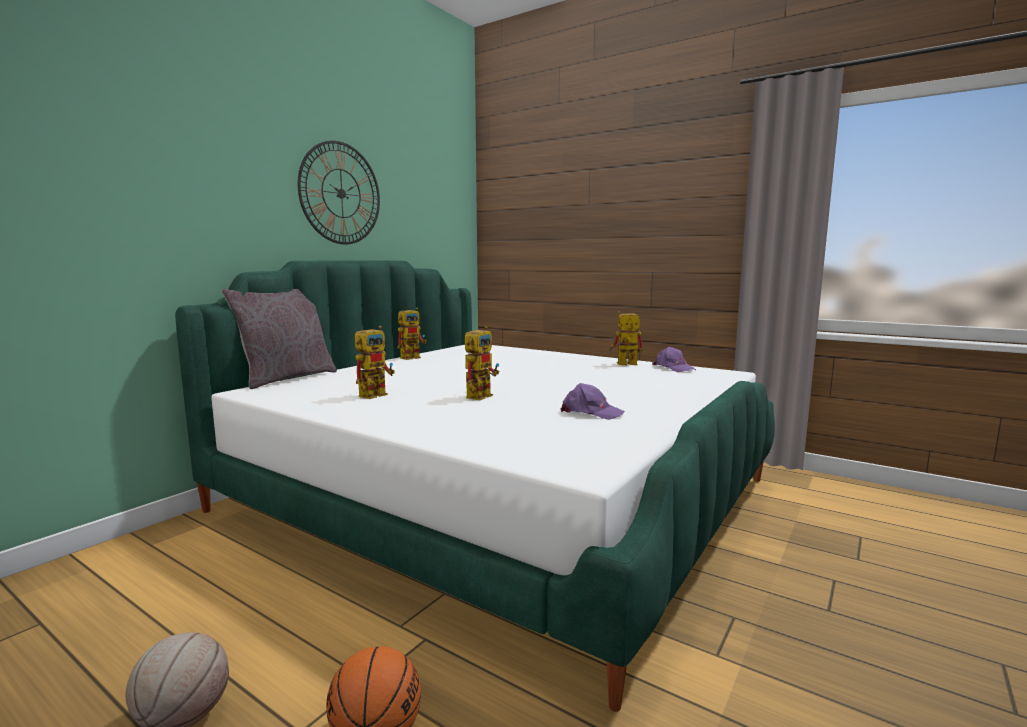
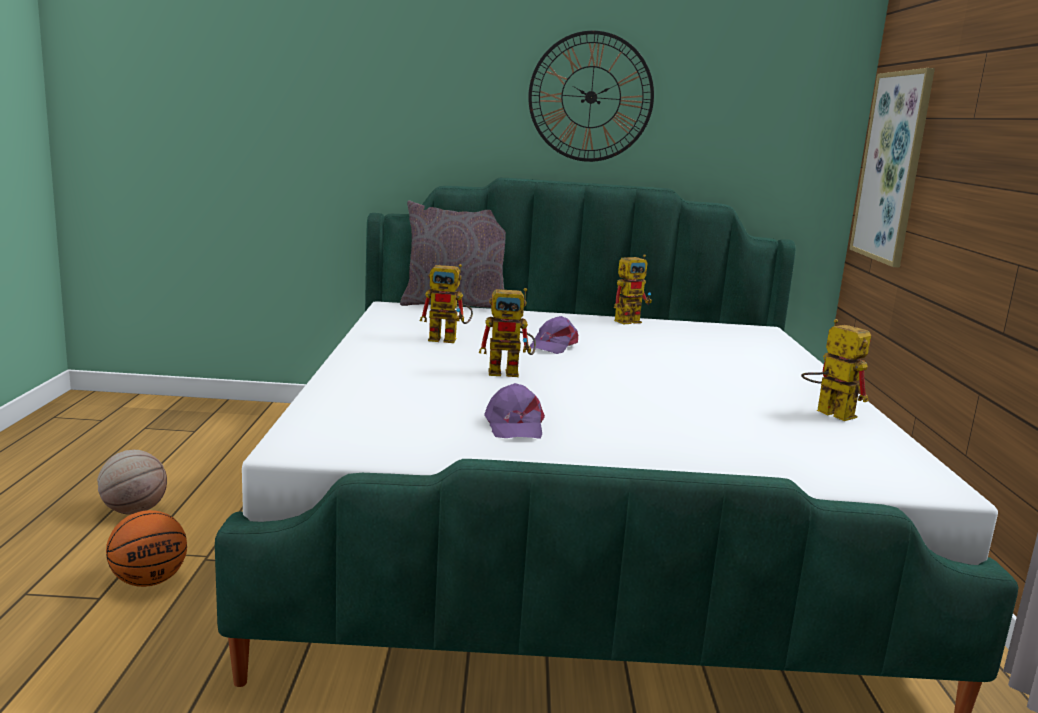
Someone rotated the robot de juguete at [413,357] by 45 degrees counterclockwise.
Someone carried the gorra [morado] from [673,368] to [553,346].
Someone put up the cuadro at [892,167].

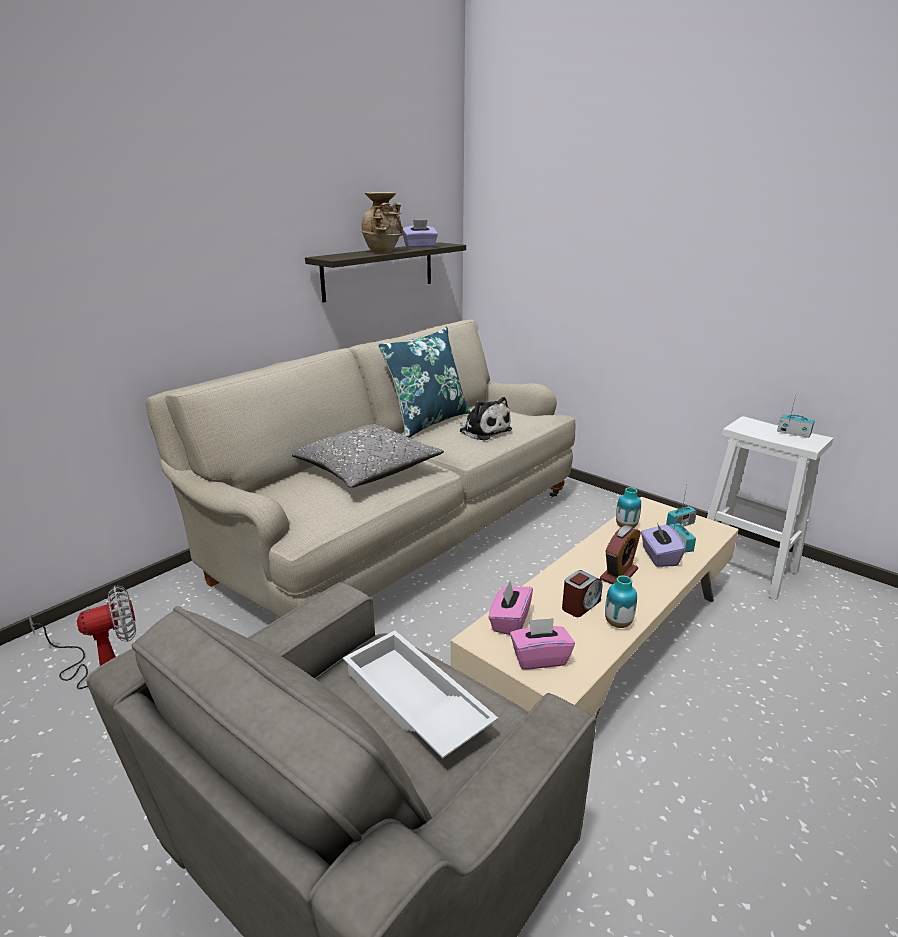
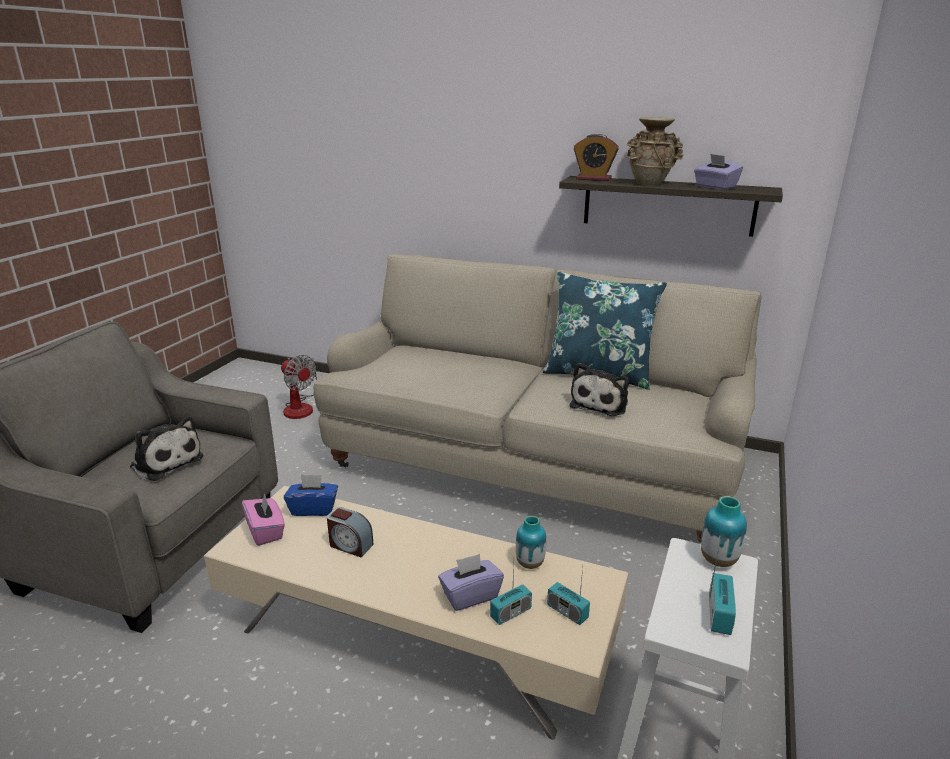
Someone took away the cojín [gris] at [366,470].
Someone carried the despertador from [619,574] to [593,179].
Someone carried the florero from [618,623] to [718,560].
Someone repainted the caja de pañuelos [rosa] at [509,621], which became the caja de pañuelos [azul] at [313,509].
Someone swapped the bandeja [blanco] at [413,703] for the peluche at [165,461].

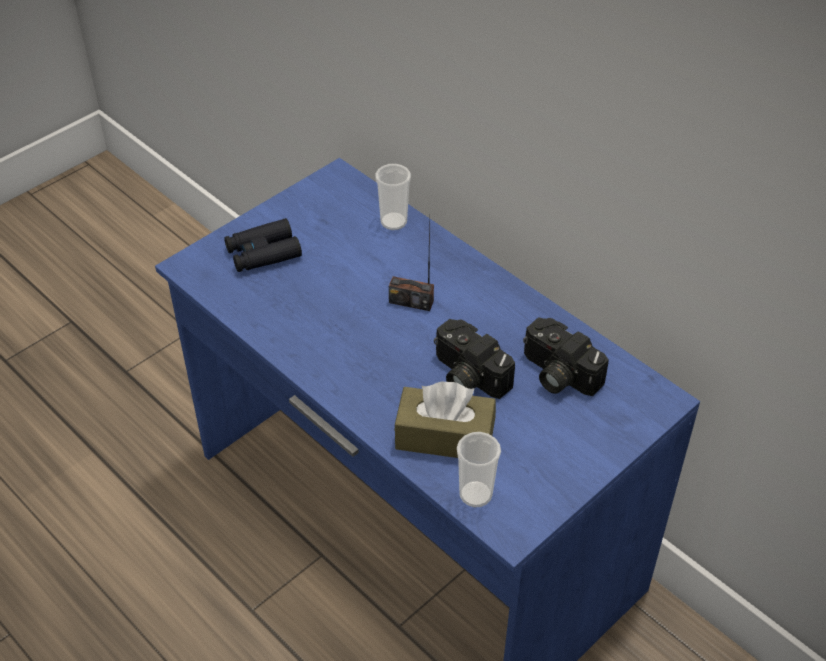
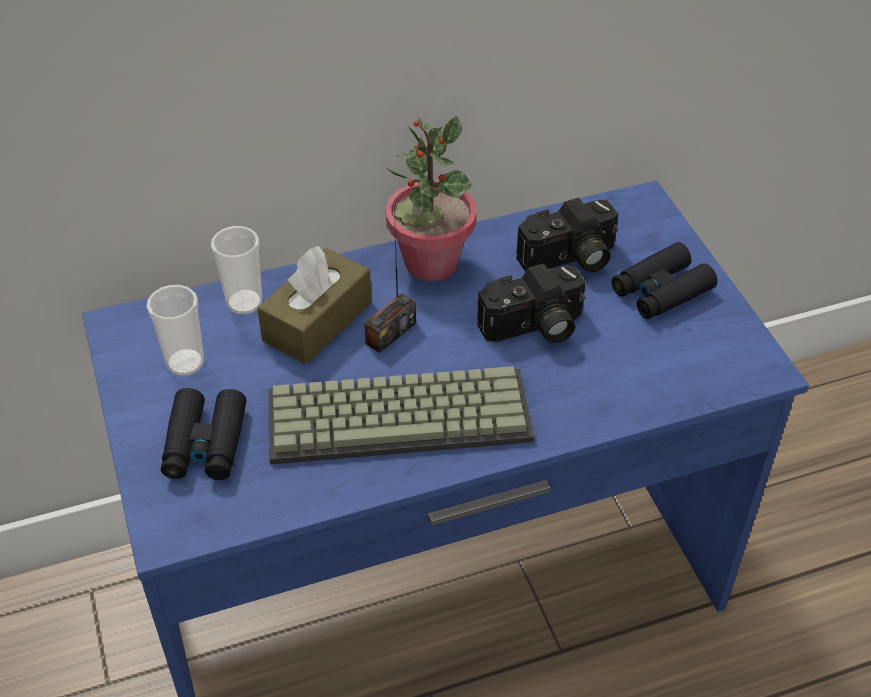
Someone carried the caja de pañuelos [marrón] from [444,436] to [317,321].
Someone carried the taza from [475,494] to [185,363].
Someone put down the planta en maceta at [430,263].
Someone put down the prismáticos [negro] at [661,291].
Someone put down the teclado at [401,414].

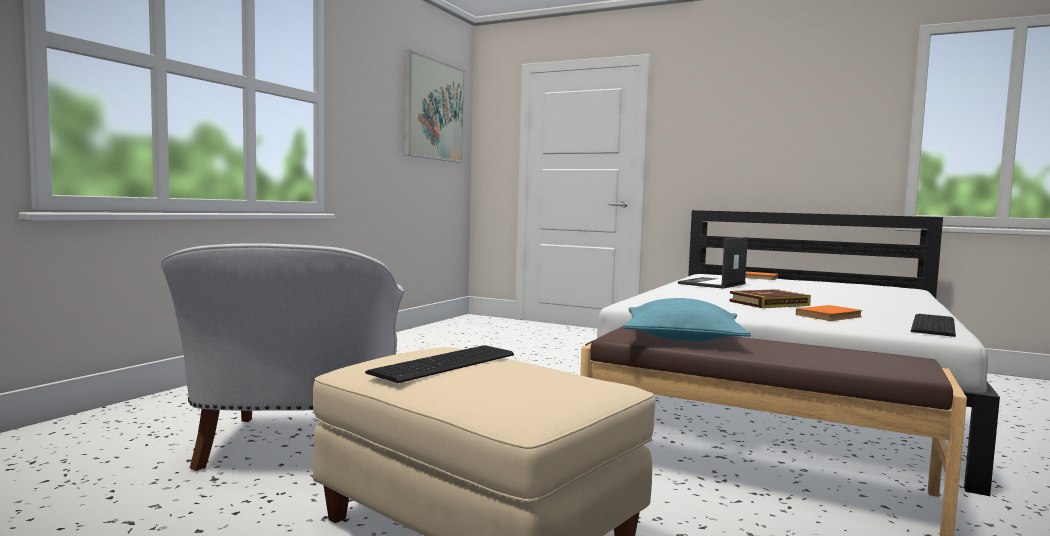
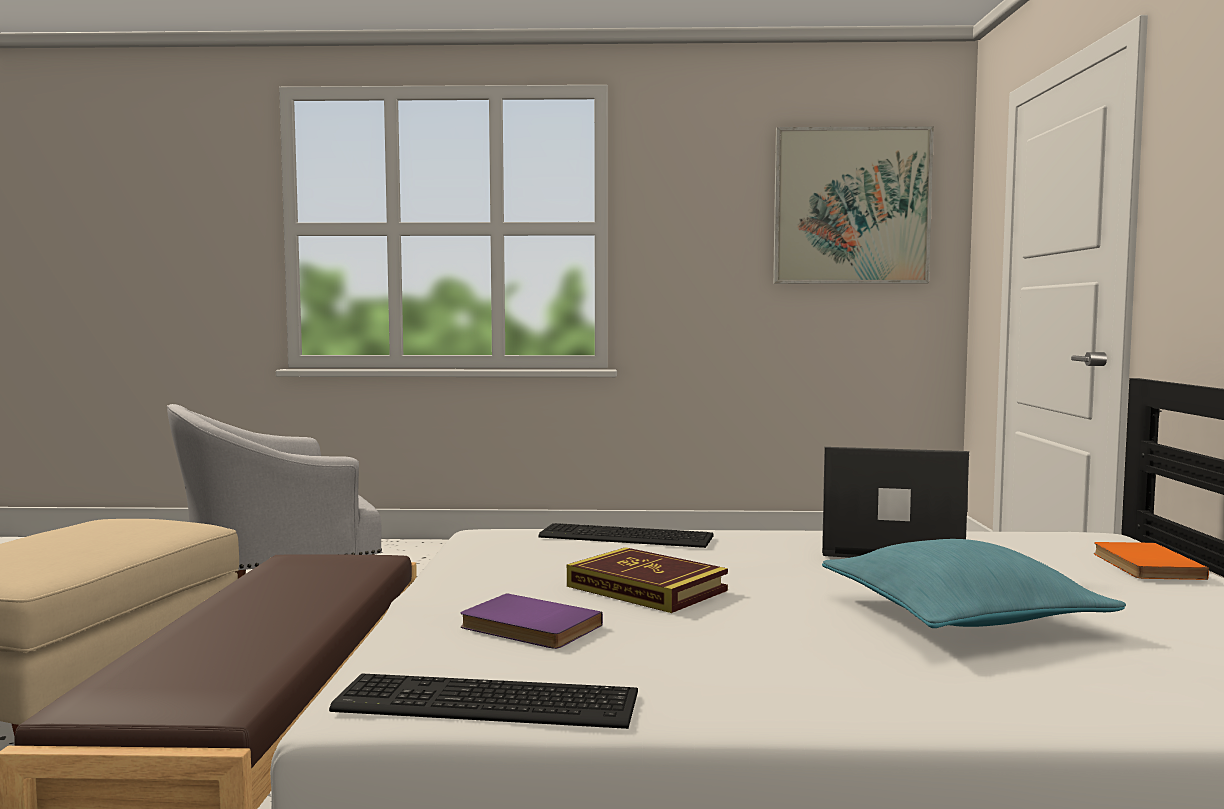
Someone carried the cojín [turquesa] from [682,338] to [960,615].
Someone repainted the libro [naranja] at [831,316], which became the libro [morado] at [527,627].
Someone carried the teclado from [448,364] to [627,537].

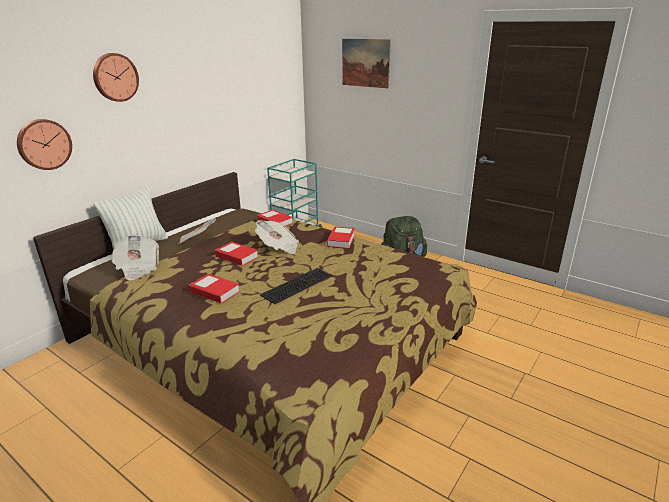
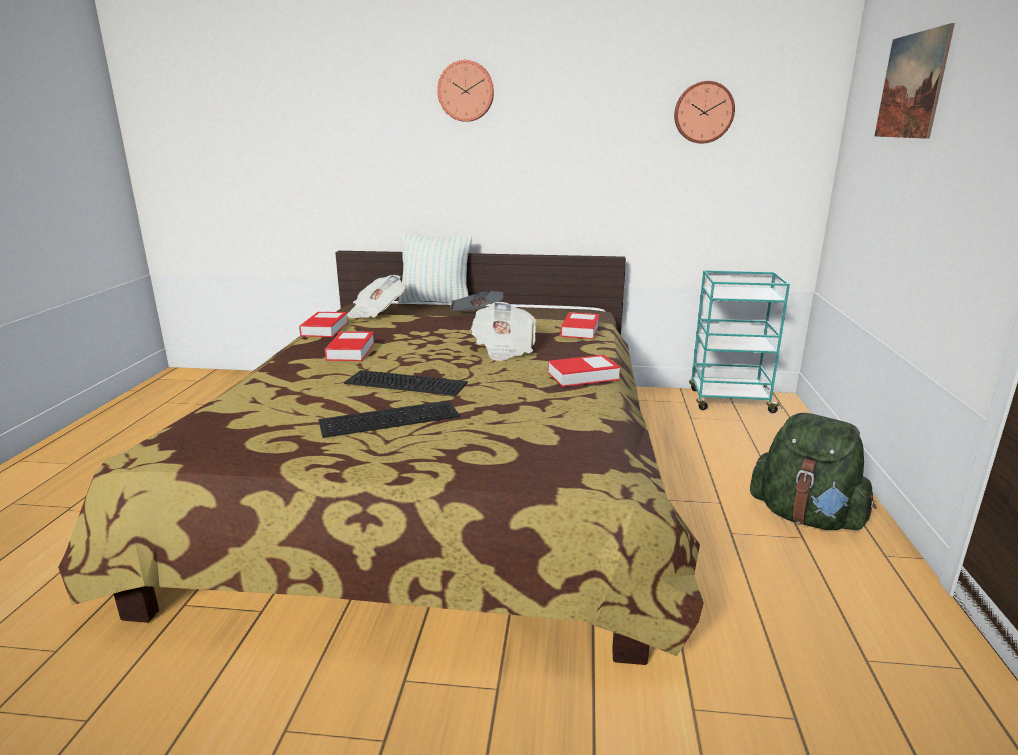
Someone carried the reloj de pared from [44,144] to [703,112].
Someone carried the libro from [237,257] to [325,329].
Someone put down the teclado at [390,417].

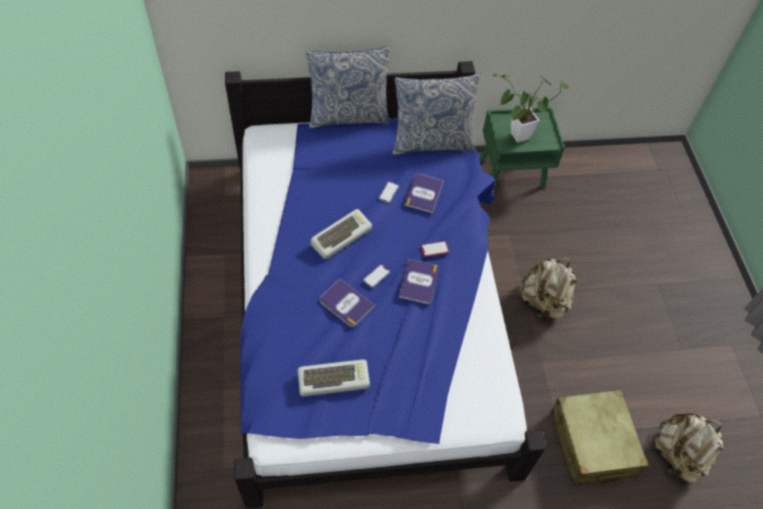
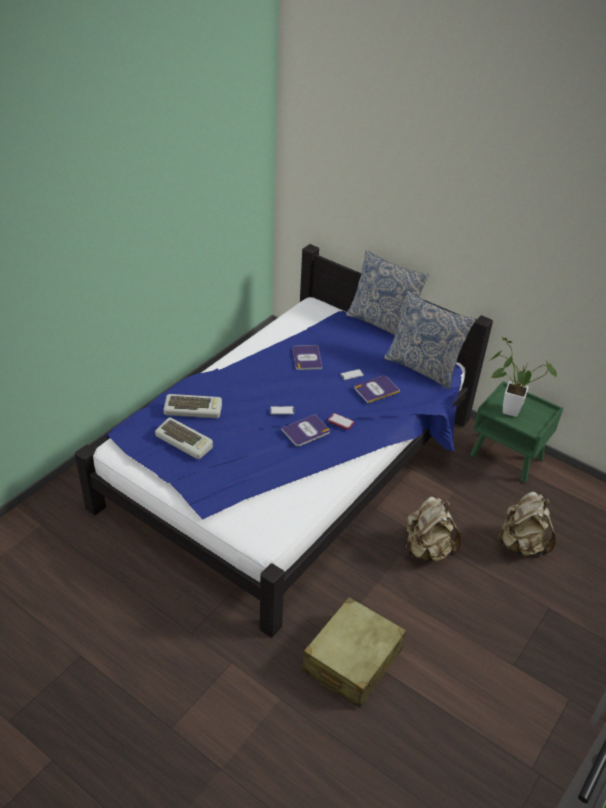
Someone carried the teclado from [341,236] to [194,409].
Someone carried the libro from [346,303] to [307,358].
Someone carried the mochila [beis] from [677,456] to [521,544].

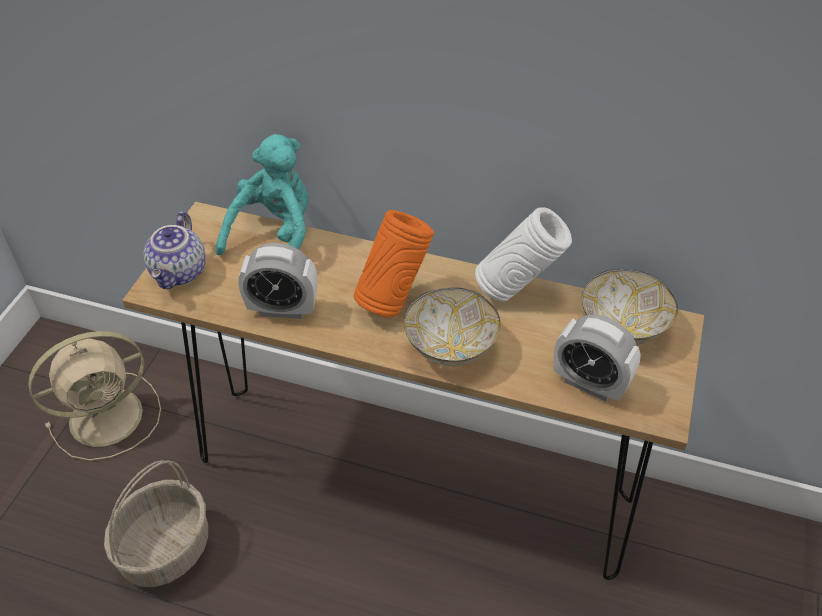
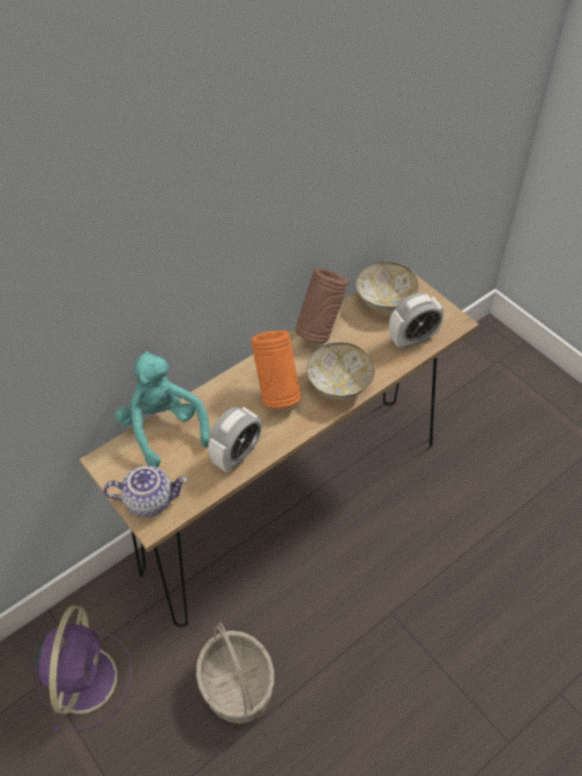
Someone repainted the florero [blanco] at [517,291], which became the florero [marrón] at [320,330].
Someone rotated the tetera at [180,273] by 45 degrees counterclockwise.
Someone repainted the ventilador [beis] at [109,415], which became the ventilador [morado] at [85,676].

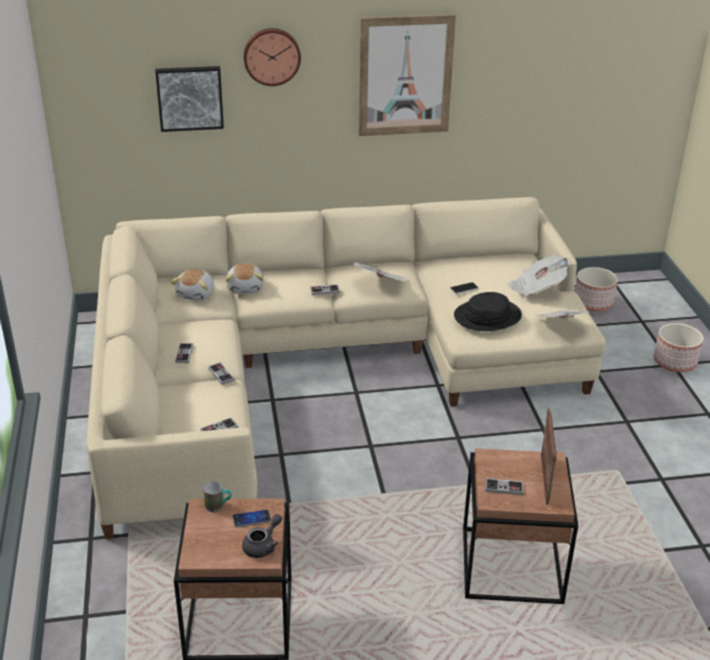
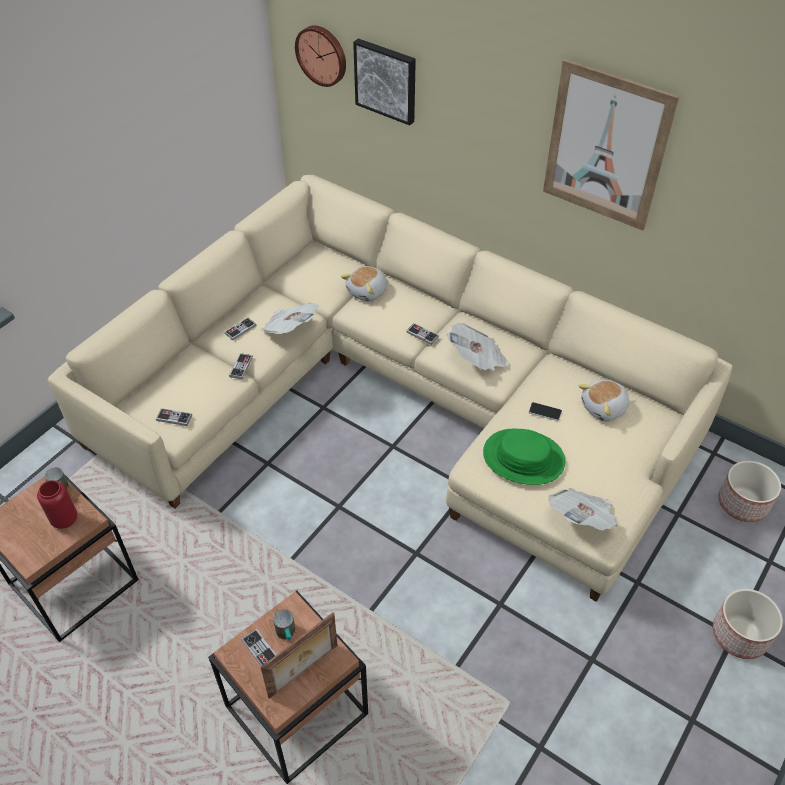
Someone carried the reloj de pared from [271,56] to [322,55].
Someone carried the periódico from [537,289] to [290,329].
Someone carried the peluche from [196,294] to [604,408].
Someone repainted the sombrero [negro] at [487,316], which became the sombrero [verde] at [523,458].
Someone swapped the móvil at [251,519] for the florero [rojo] at [64,520].
Someone took away the tetera [gris] at [263,546].
Someone put down the taza grande at [287,634].

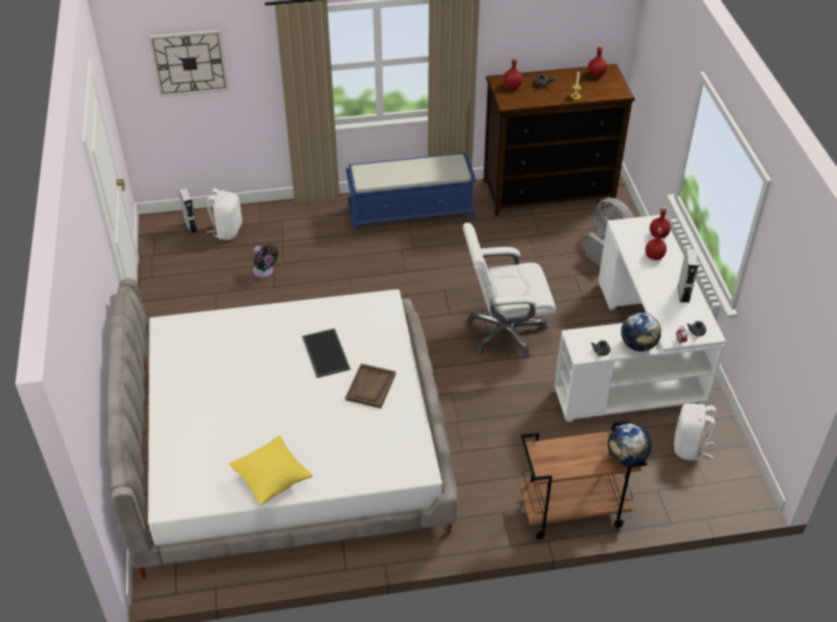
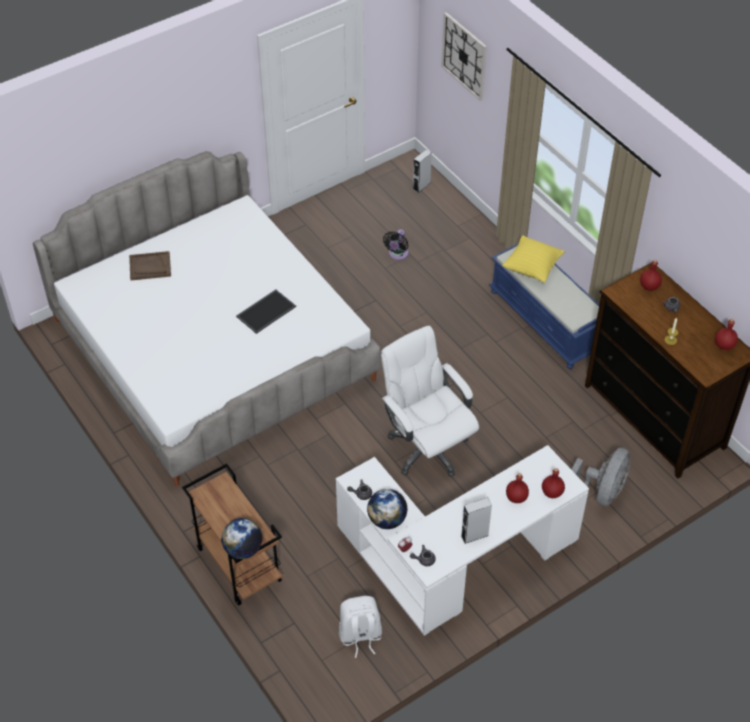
Someone took away the mochila [blanco] at [227,230].
Someone carried the bandeja [marrón] from [371,387] to [150,267].
Someone carried the cojín [amarillo] from [272,480] to [532,268].

